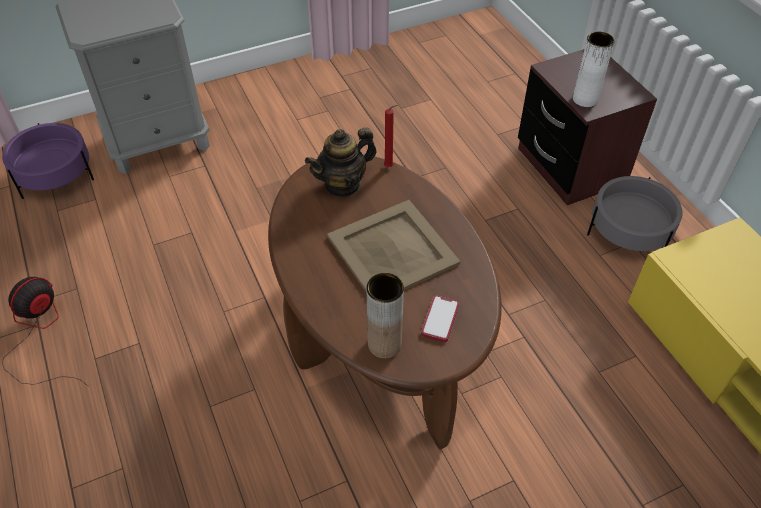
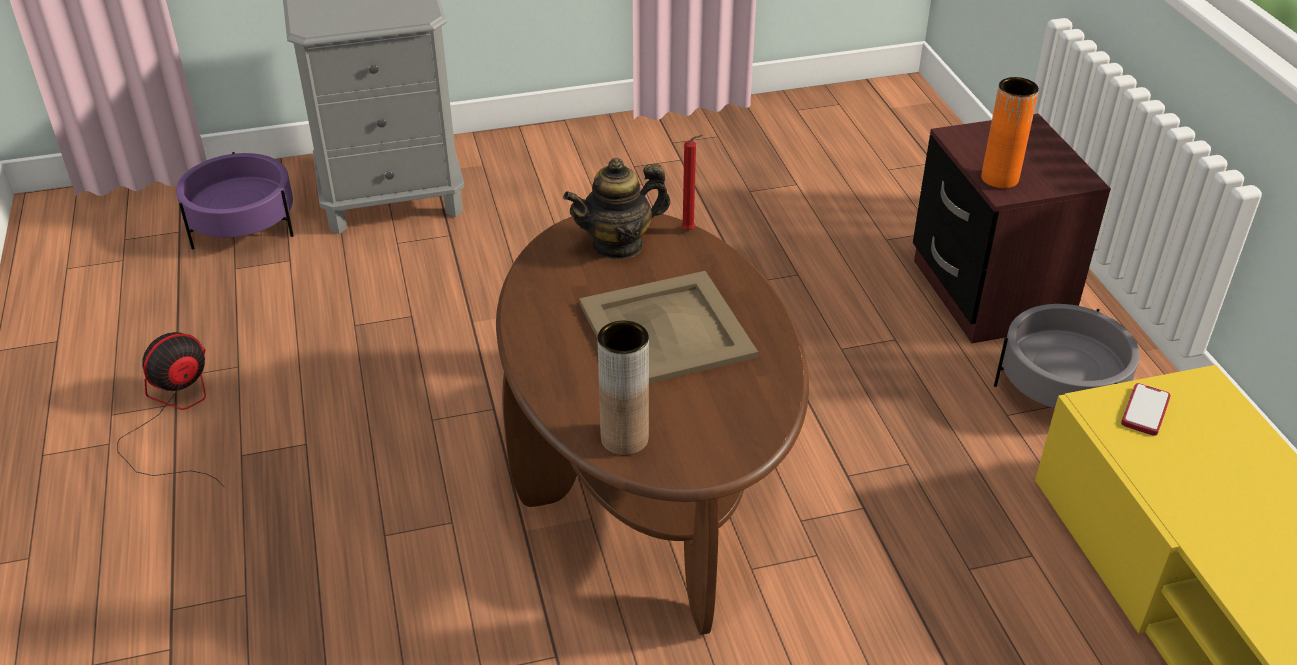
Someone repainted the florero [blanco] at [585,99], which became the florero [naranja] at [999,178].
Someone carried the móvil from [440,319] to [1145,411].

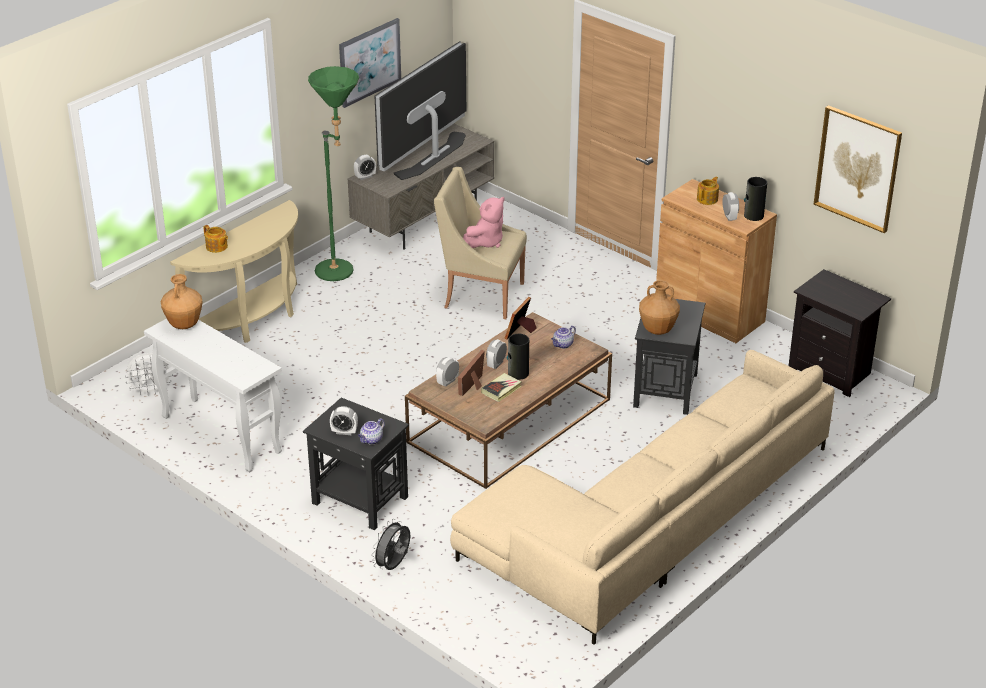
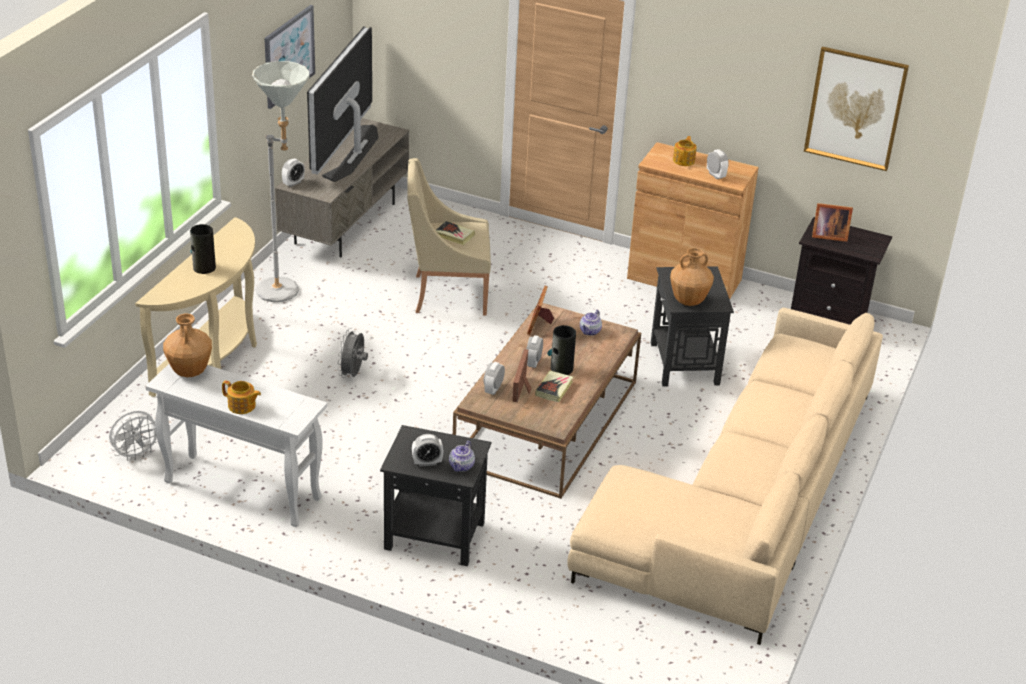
Someone repainted the lámpara de pie [verde] at [342,273], which became the lámpara de pie [gris] at [286,291].
Someone carried the florero from [753,215] to [204,268].
Someone swapped the peluche [rosa] at [486,242] for the libro at [454,235].
Someone carried the tetera from [217,247] to [242,406].
Someone carried the ventilador [gris] from [393,566] to [353,374].
Someone put down the portarretratos at [828,235].

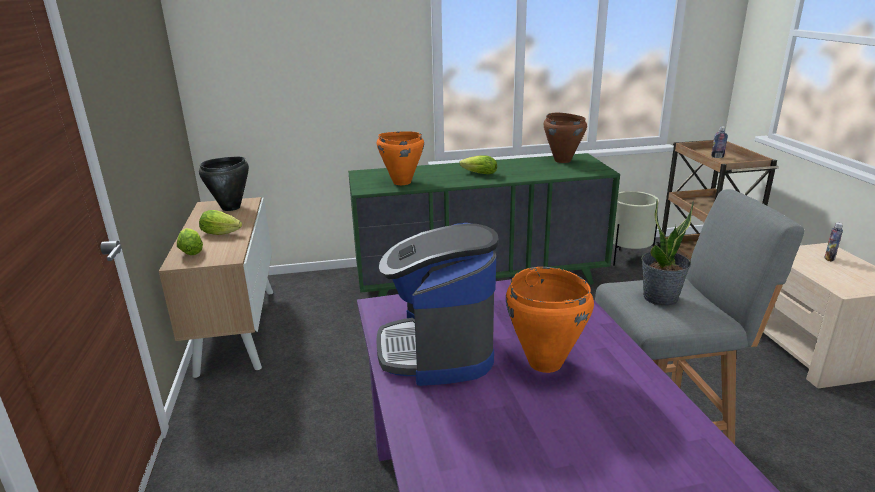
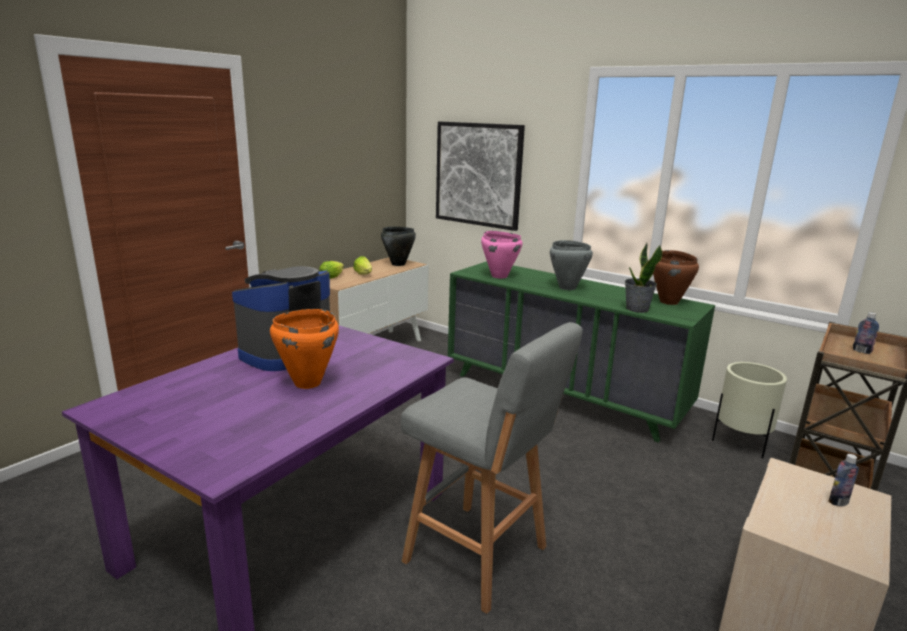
Someone repainted the olla [naranja] at [401,182], which became the olla [rosa] at [499,276].
Someone swapped the lechuga at [477,173] for the olla [gris] at [567,288].
Someone carried the planta en maceta from [660,298] to [637,309].
Someone put up the cuadro at [478,174].

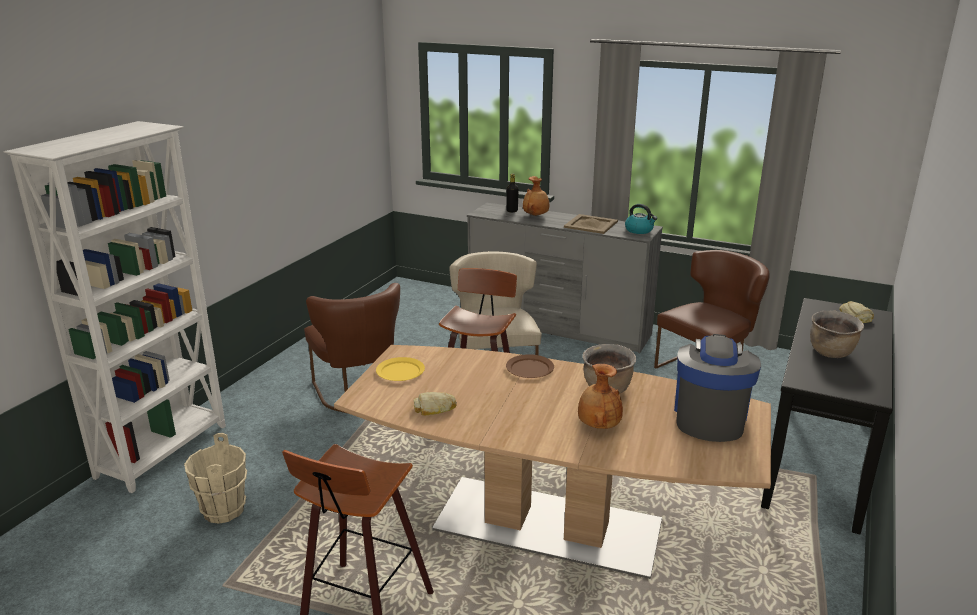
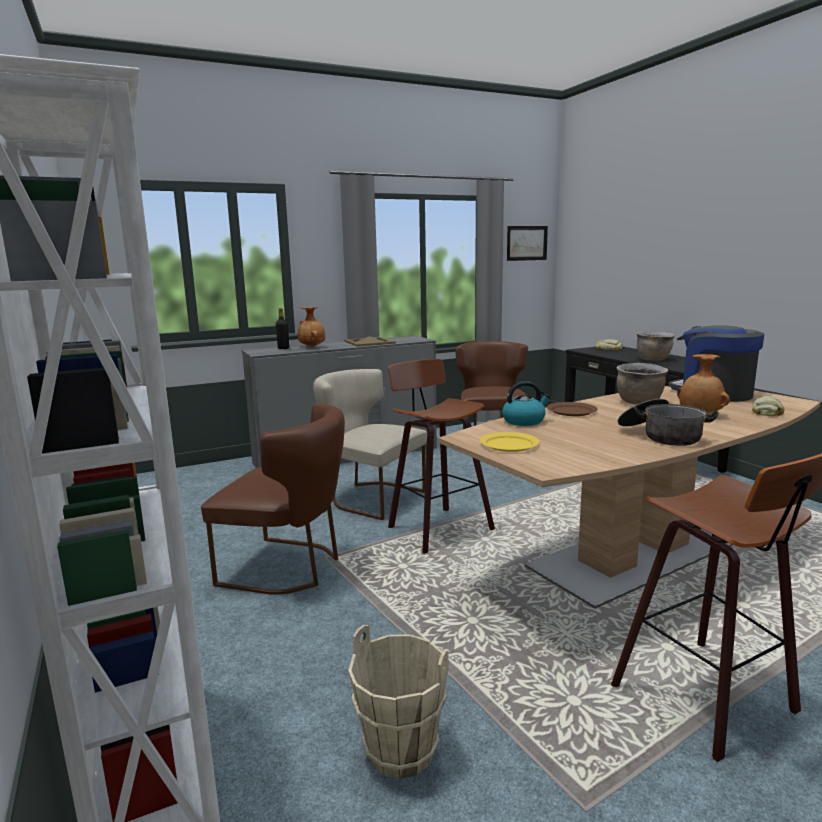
Someone carried the hervidor from [639,230] to [524,421].
Someone carried the pan from [435,408] to [767,411].
Someone put up the cuadro at [527,243].
Someone put down the olla at [661,436].

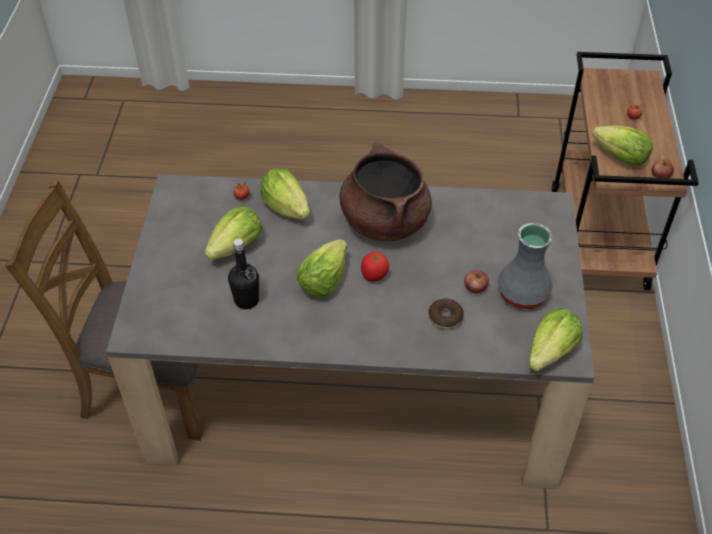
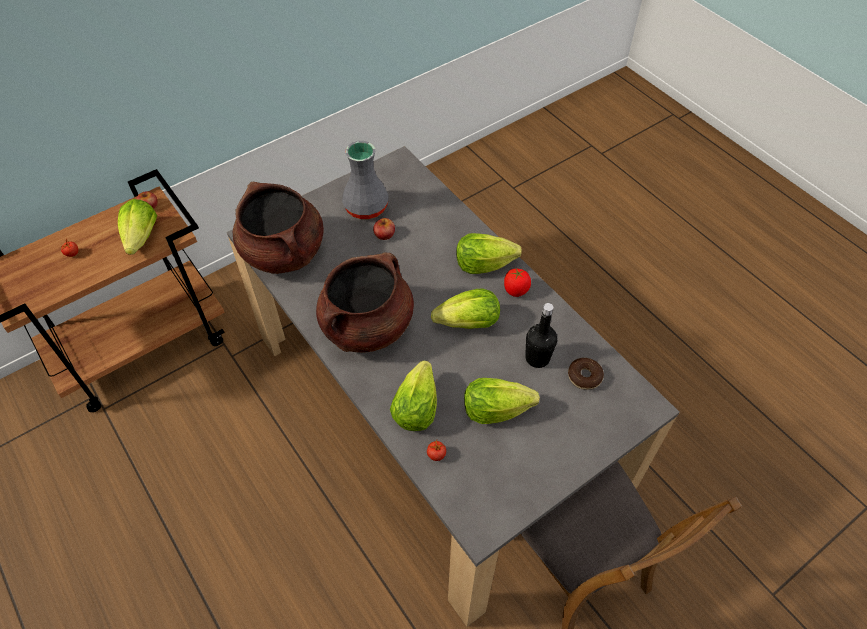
Someone carried the tomate from [374,275] to [516,290].
Someone carried the rosquilla from [445,317] to [584,376].
Someone carried the lechuga from [551,352] to [483,264].
Someone put down the olla [marrón] at [284,252].

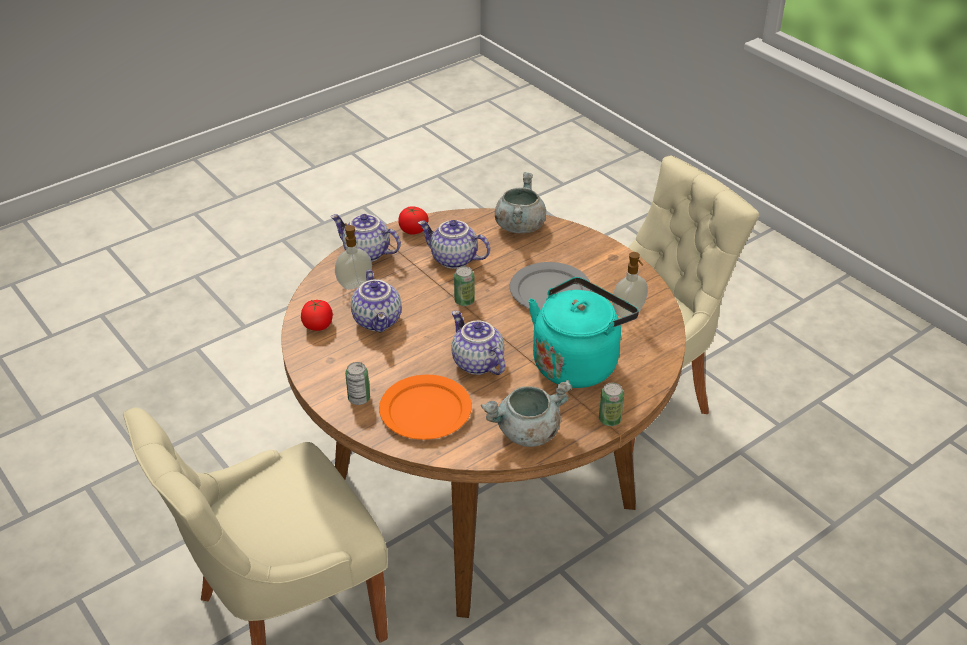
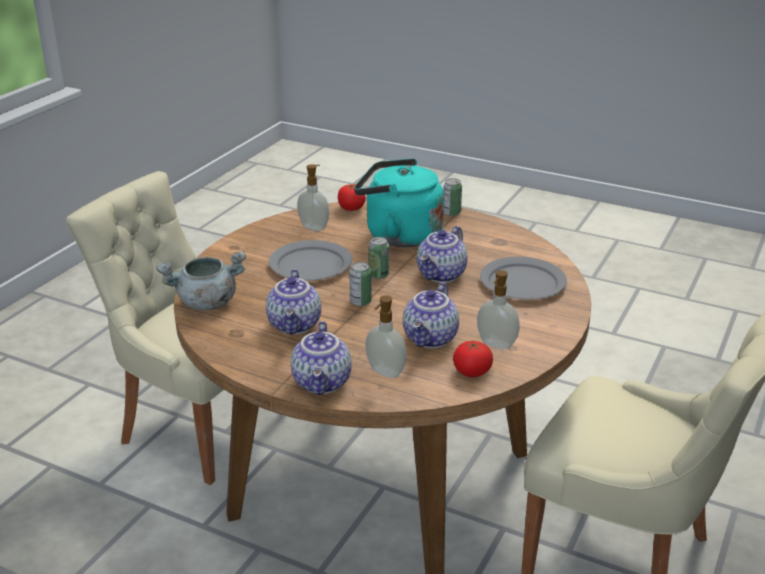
Someone carried the tomate from [413,230] to [351,208].
Someone rotated the tetera at [378,321] by 150 degrees clockwise.
Someone carried the lata from [359,399] to [378,275].
Someone repainted the plato [naranja] at [425,411], which became the plato [gris] at [523,282].
Someone took away the olla [gris] at [527,433].
Someone put down the dispensador de jabón at [495,345].

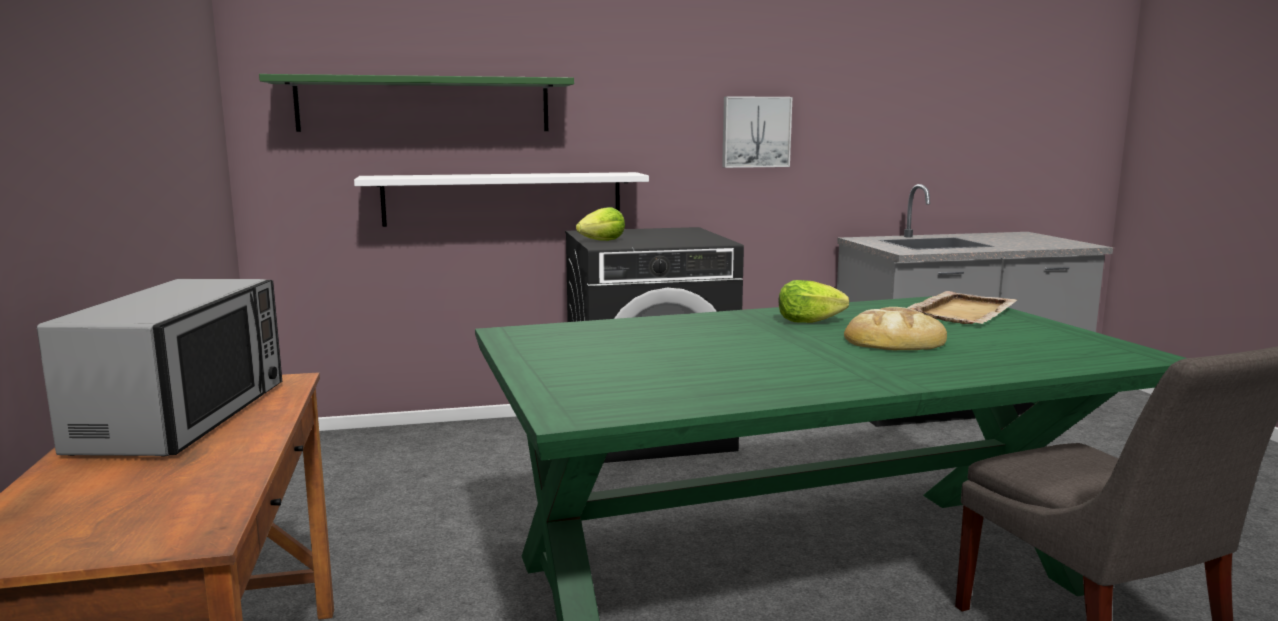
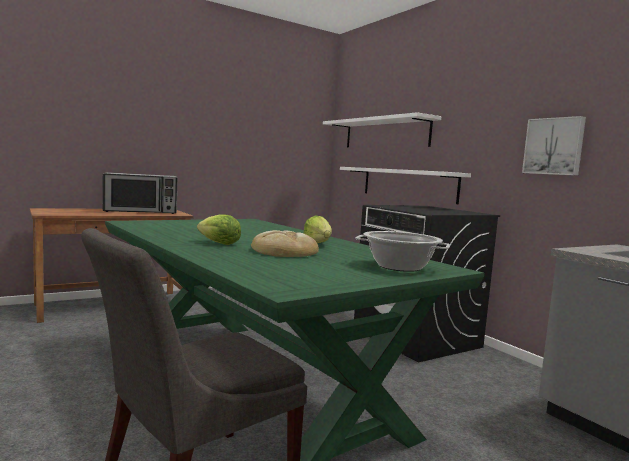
Someone repainted the estante [verde] at [424,105], which became the estante [blanco] at [385,133].
Someone carried the lechuga from [602,241] to [219,243].
Someone swapped the bandeja [beis] at [962,311] for the olla at [400,267].

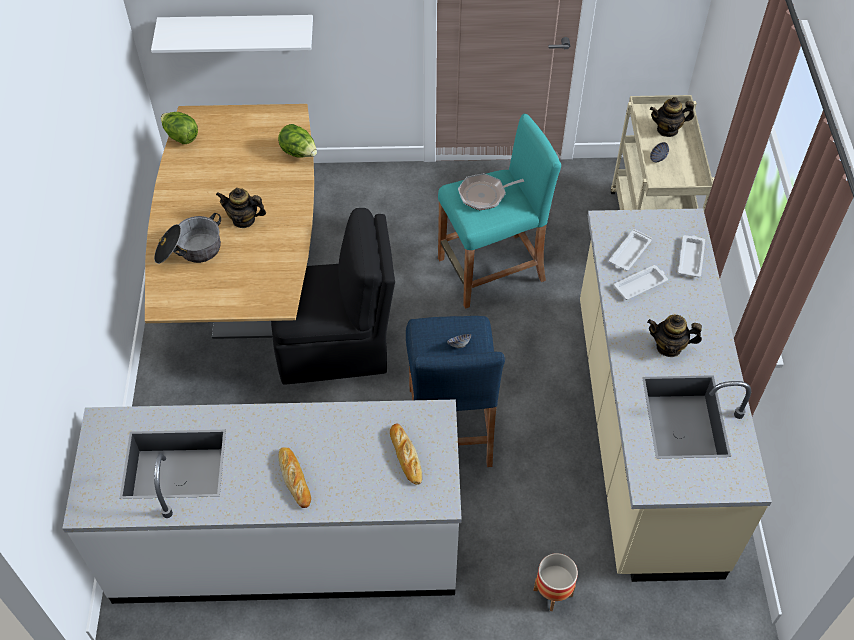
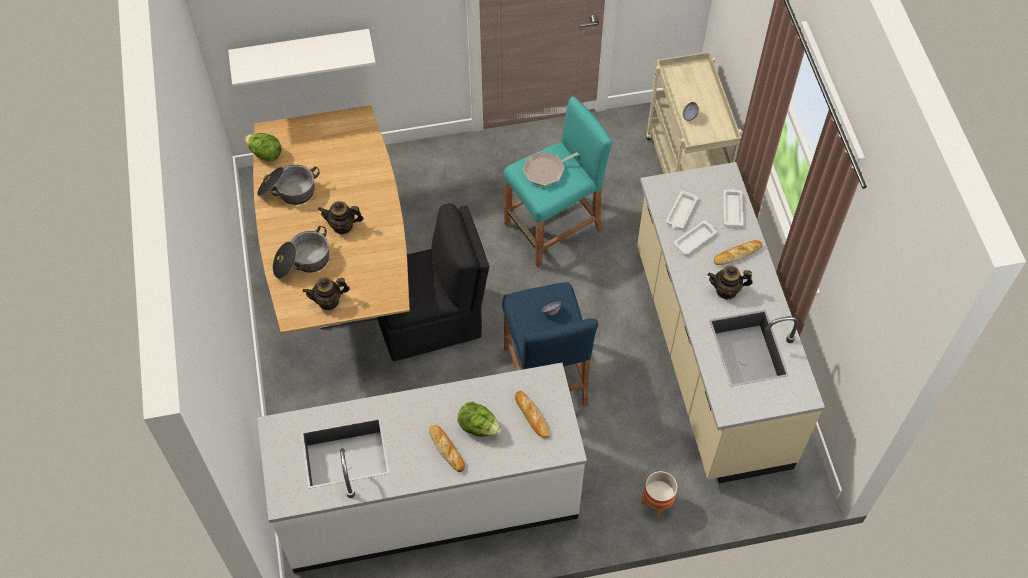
Someone carried the tetera from [667,129] to [328,301].
Someone carried the lechuga from [299,153] to [478,427].
Someone put down the olla at [288,191].
Someone put down the pan at [737,254].

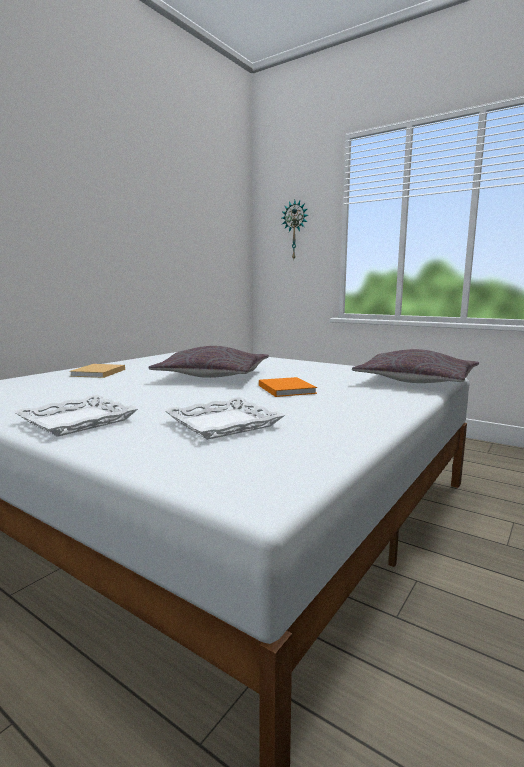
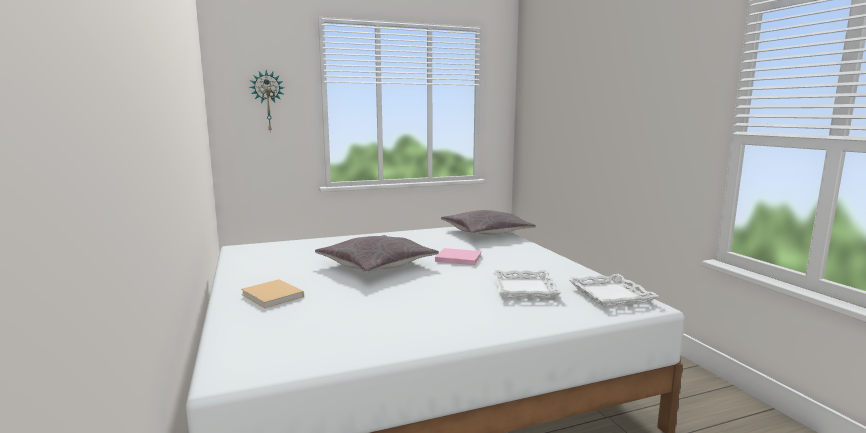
Someone repainted the libro [naranja] at [286,389], which became the libro [rosa] at [457,258].
Someone carried the bandeja [blanco] from [78,421] to [611,295].

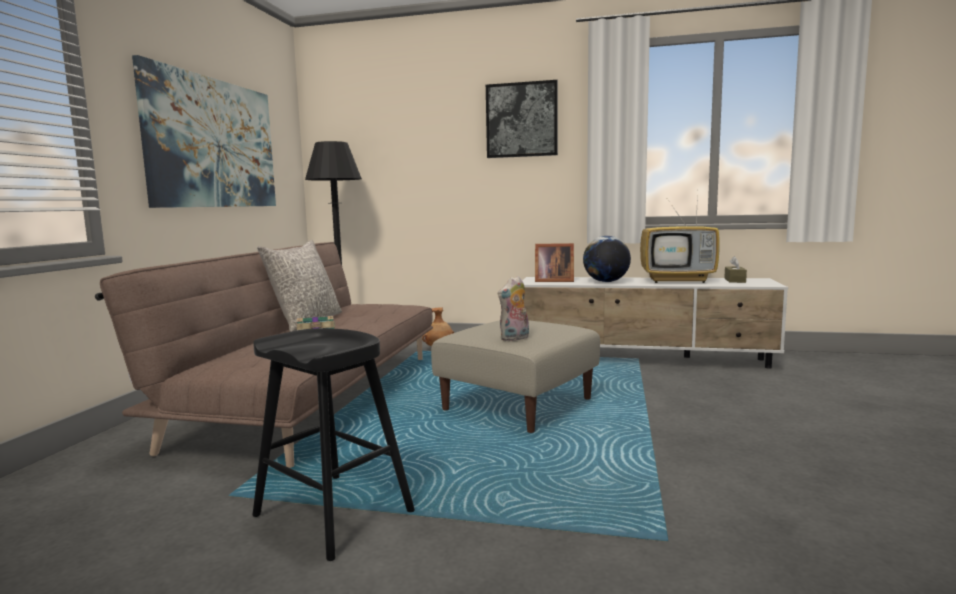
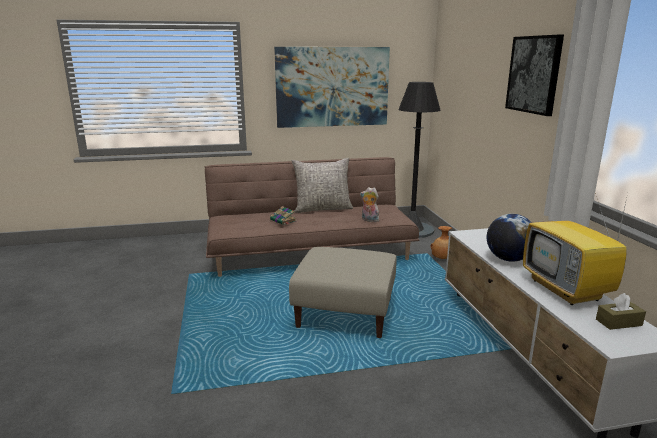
Someone took away the portarretratos at [552,281].
Someone carried the peluche from [515,338] to [369,220].
Someone took away the taburete [negro] at [333,514].

